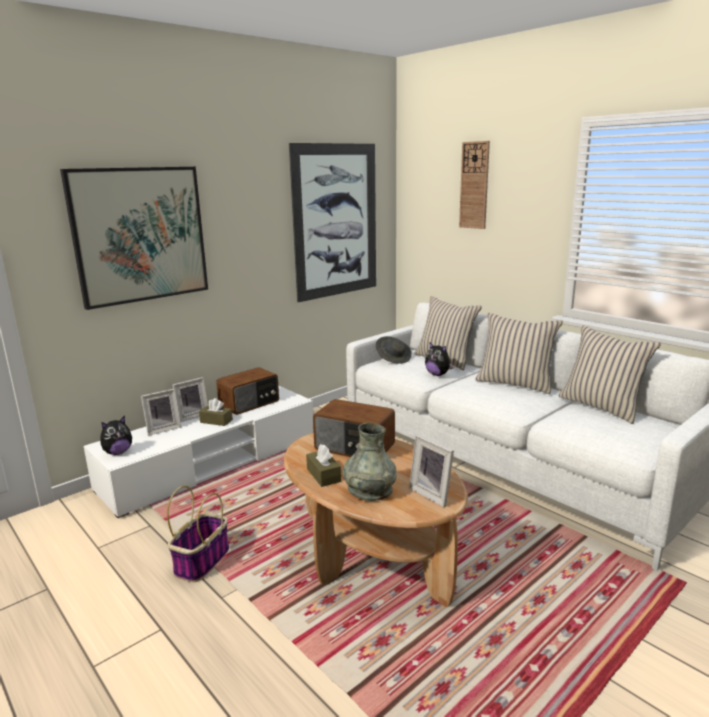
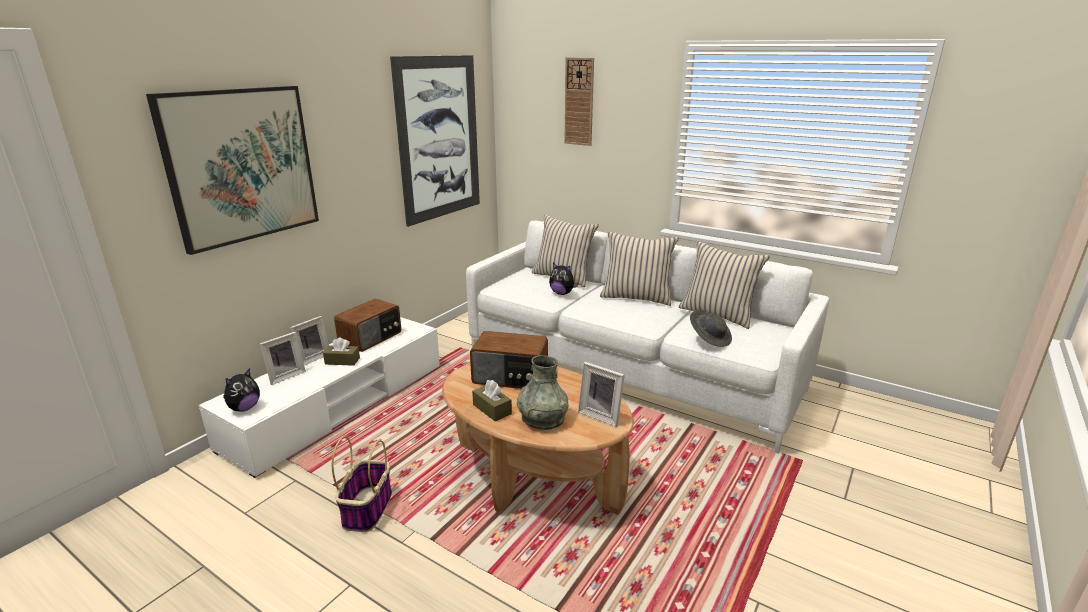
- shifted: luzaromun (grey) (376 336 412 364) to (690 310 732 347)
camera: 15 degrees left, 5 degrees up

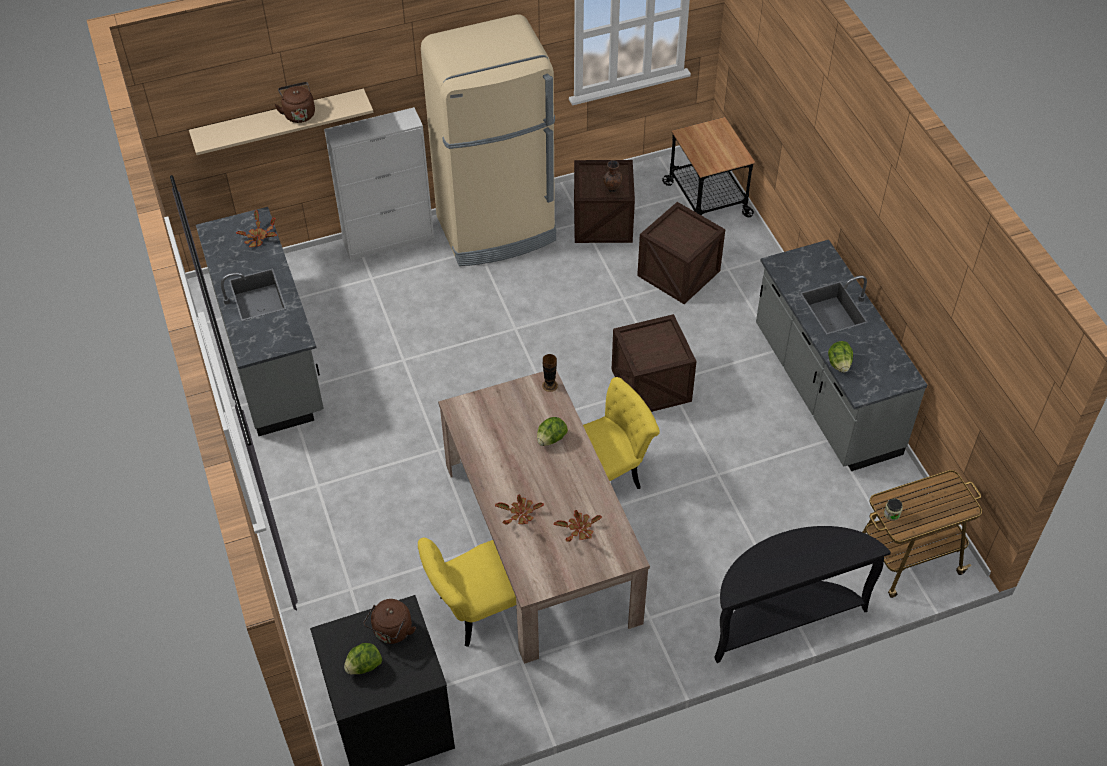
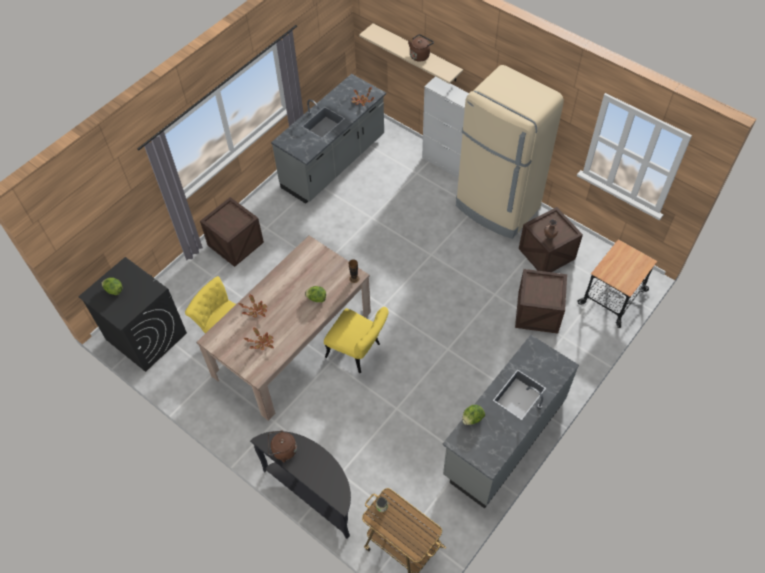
- shifted: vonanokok (612 314 697 412) to (200 197 264 267)
- shifted: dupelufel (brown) (363 599 416 644) to (268 431 297 462)
camera: 60 degrees right, 5 degrees up

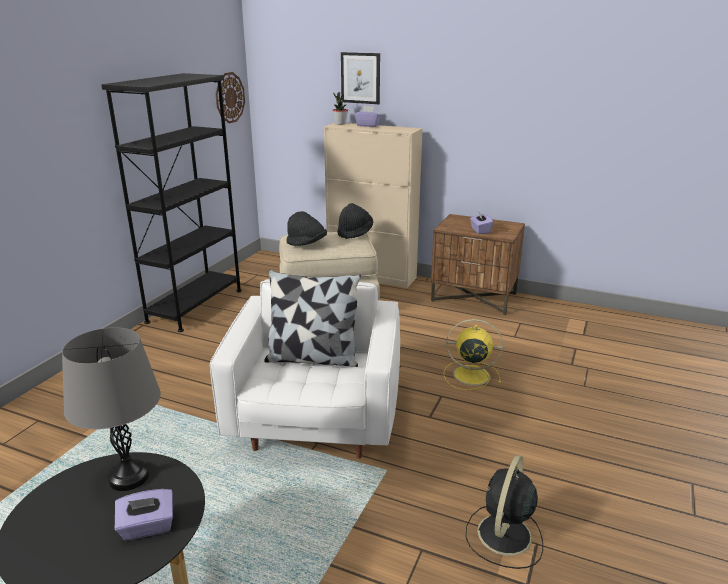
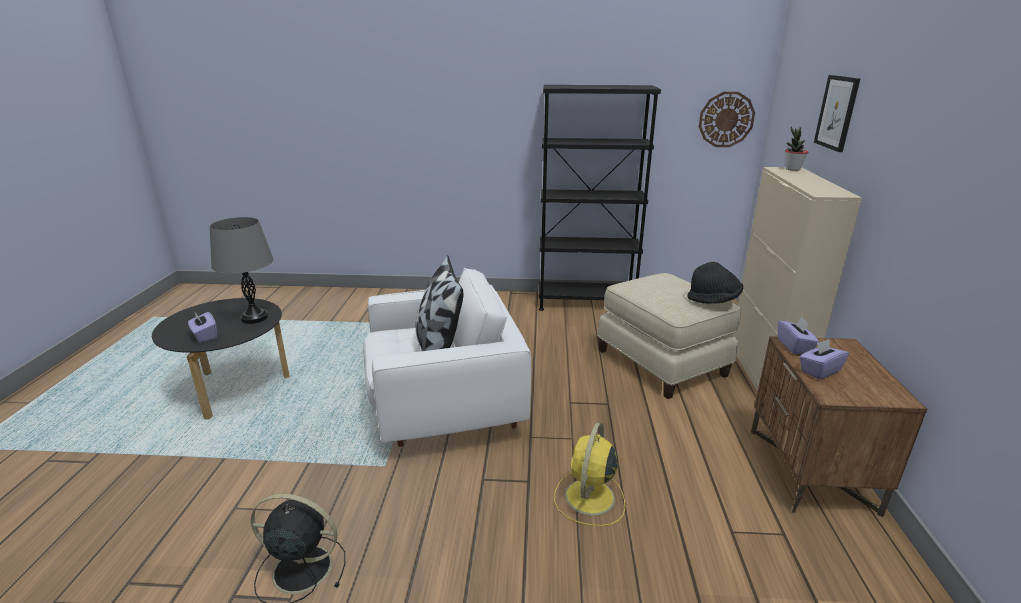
- rotated: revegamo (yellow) (444 319 503 390) = (554 422 625 526) 150 degrees counterclockwise
- shifted: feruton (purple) (354 106 381 127) to (778 316 819 354)
- gone: luzaromun (black) (286 211 327 246)
camera: 70 degrees right, 0 degrees up

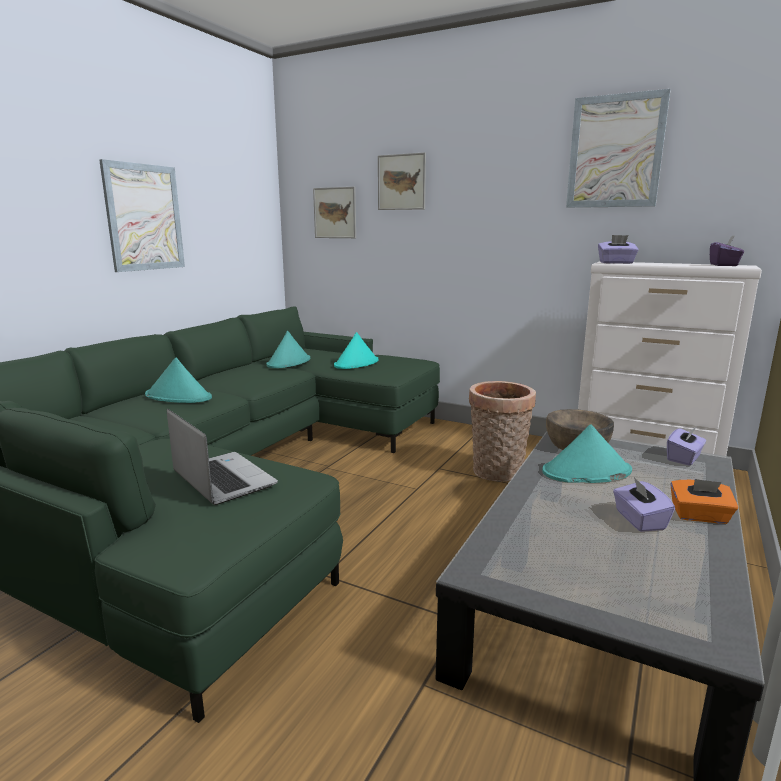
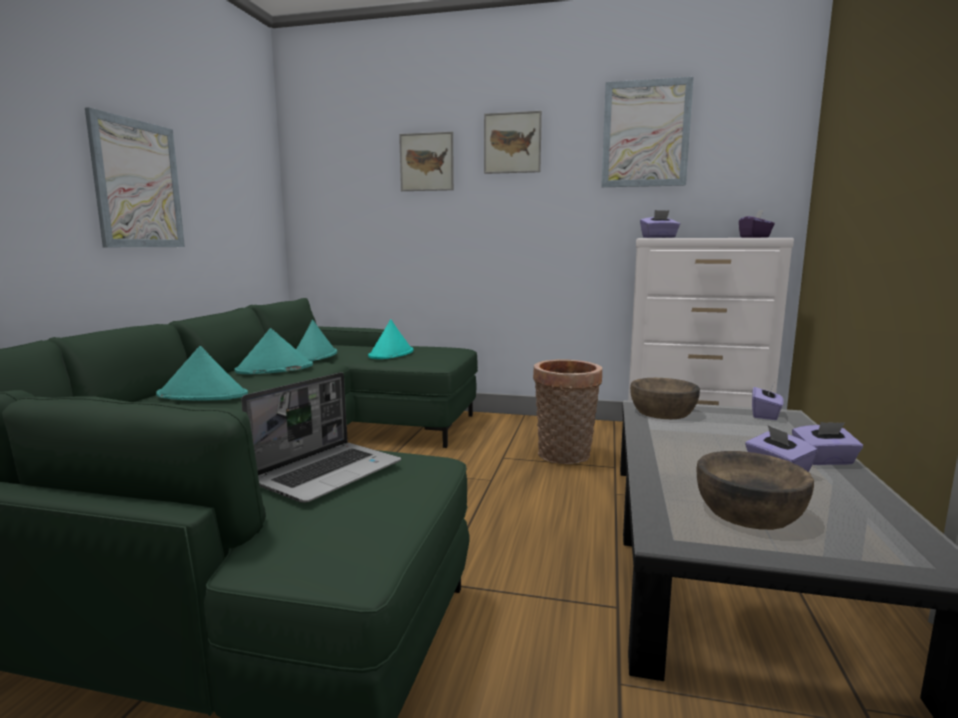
- shifted: luzaromun (turquoise) (542 424 632 483) to (235 328 313 374)
- rotated: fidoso (167 409 278 505) = (241 372 401 503) 90 degrees clockwise
- shifted: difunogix (313 187 356 238) to (484 111 542 174)
- new: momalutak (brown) (697 451 814 530)
- repainted: feruton (orange) (670 479 738 524) to feruton (purple) (792 422 863 465)
camera: 15 degrees left, 5 degrees down

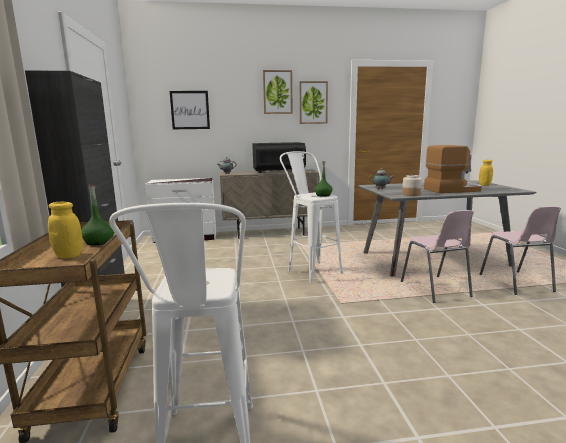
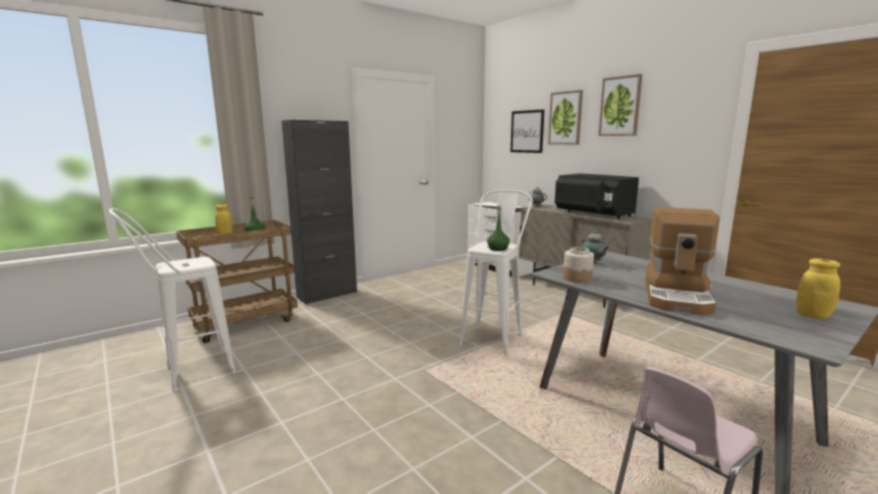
- shifted: difunogix (299 81 328 124) to (548 90 583 145)
- rotated: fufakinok (424 145 482 193) = (645 207 720 315) 60 degrees clockwise
- gone: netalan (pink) (401 210 474 303)
camera: 60 degrees right, 0 degrees up

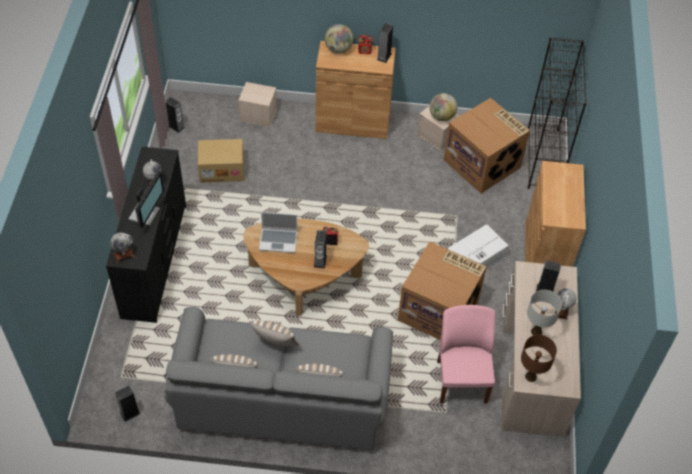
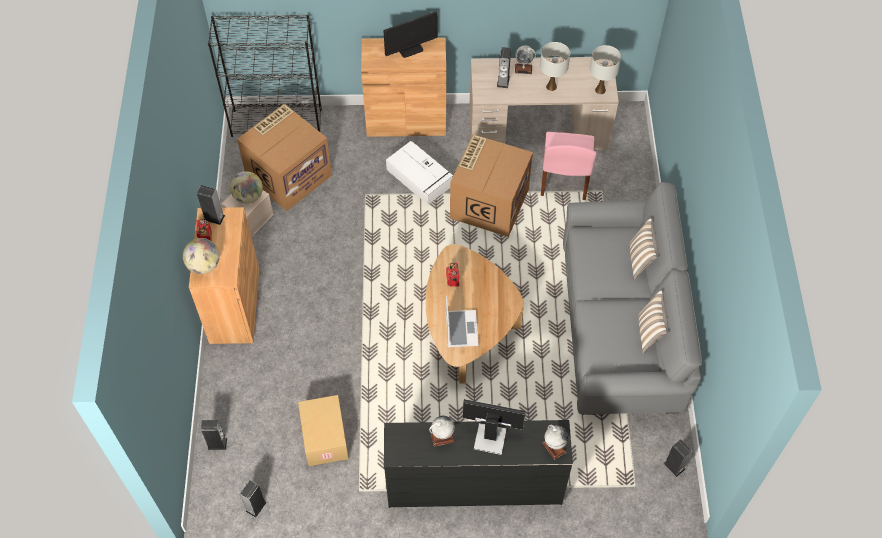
- shifted: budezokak (314 230 327 269) to (201 420 227 450)
- new: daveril (383 11 438 58)
- rotated: netalan (pink) (437 305 496 404) = (541 132 597 200) 75 degrees counterclockwise
- repainted: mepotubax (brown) (521 335 557 382) to mepotubax (white) (590 45 621 94)
- gone: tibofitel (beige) (238 82 277 127)
- gone: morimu (249 321 299 346)
camera: 95 degrees left, 5 degrees up

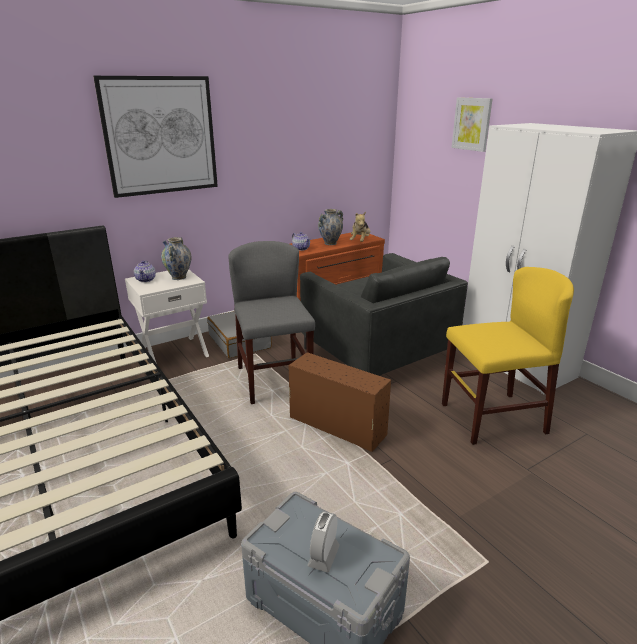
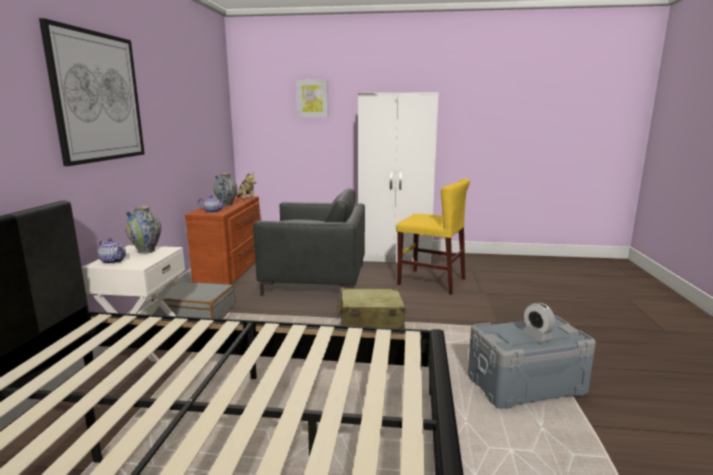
- swapped: tibofitel (brown) (289 352 391 452) to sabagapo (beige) (336 288 406 329)
- rotated: netalan (yellow) (442 267 574 445) = (396 179 470 295) 90 degrees clockwise
- gone: netalan (grey) (228 241 315 404)
camera: 50 degrees left, 10 degrees down

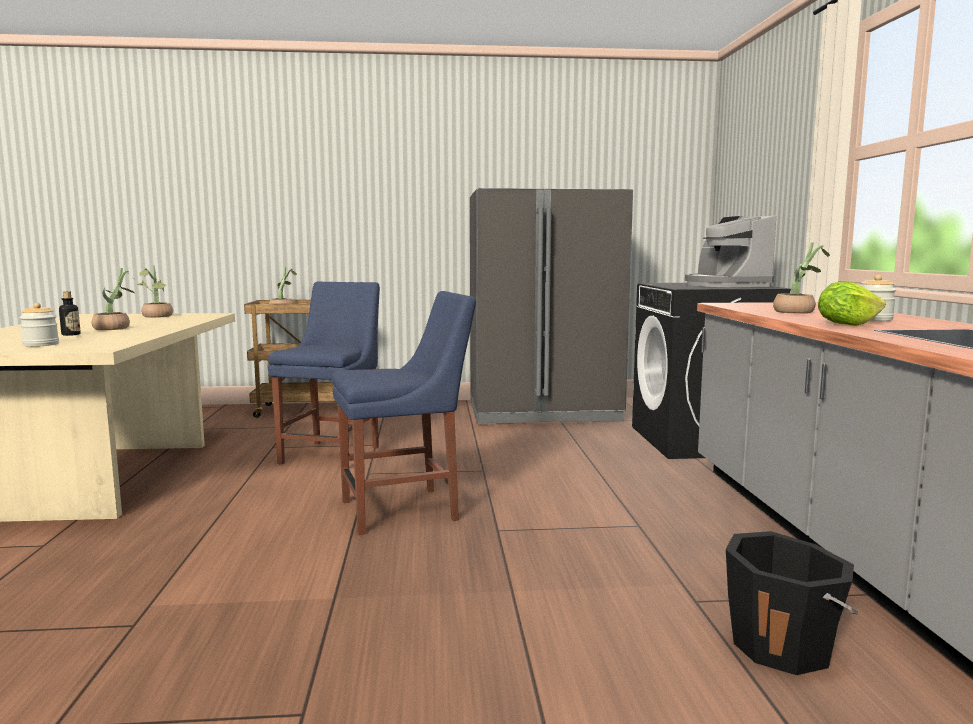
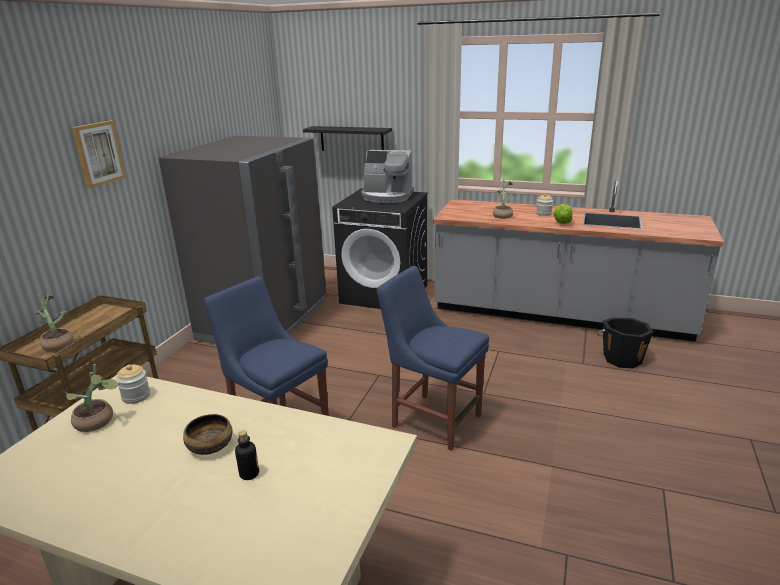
- new: difunogix (72 121 126 188)
- shifted: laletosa (20 303 59 347) to (116 365 150 404)
- swapped: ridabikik (91 268 135 330) to momalutak (183 414 232 455)
- new: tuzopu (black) (303 126 392 151)
- rotated: netalan (blue) (331 291 476 535) = (377 266 489 451) 60 degrees counterclockwise
camera: 65 degrees left, 15 degrees up

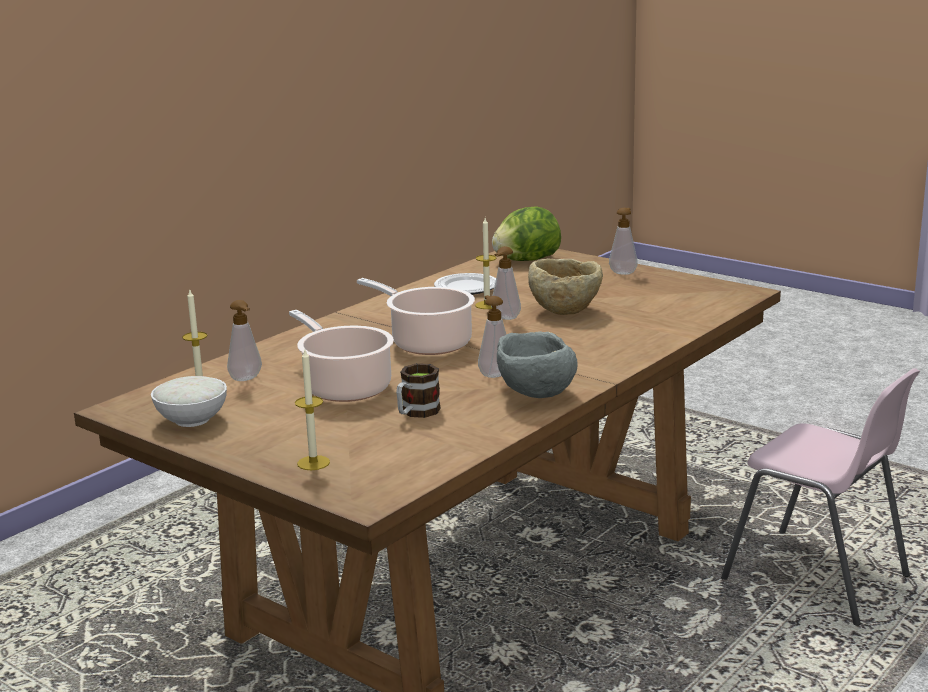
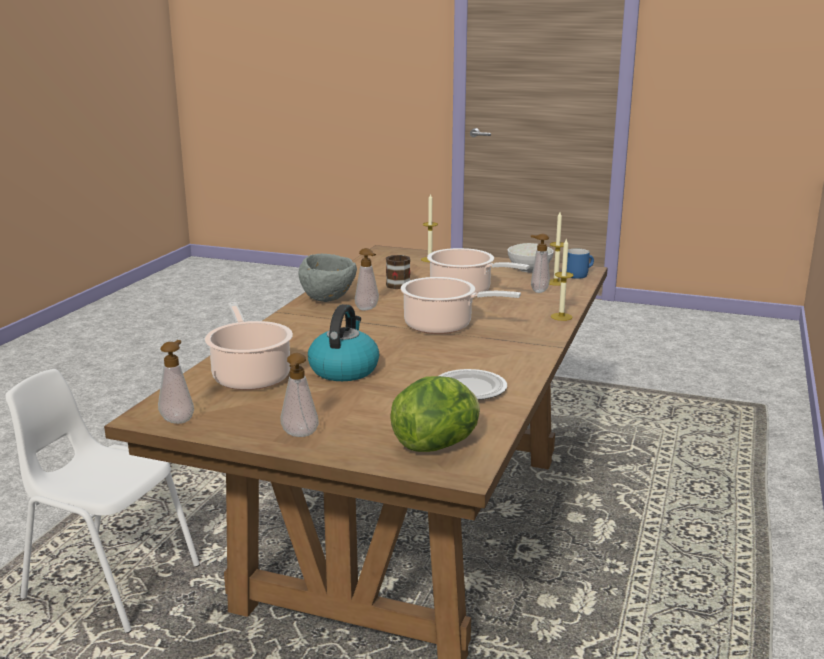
- repainted: netalan (pink) (721 368 920 626) to netalan (white) (5 369 200 633)
- shifted: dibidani (491 246 521 320) to (158 340 194 424)
- new: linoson (205 302 293 390)
- swapped: momalutak (beige) (528 258 603 315) to dupelufel (308 304 379 381)
- shifted: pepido (475 218 496 309) to (551 238 574 321)
- new: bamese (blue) (567 248 594 279)
camera: 160 degrees right, 0 degrees up

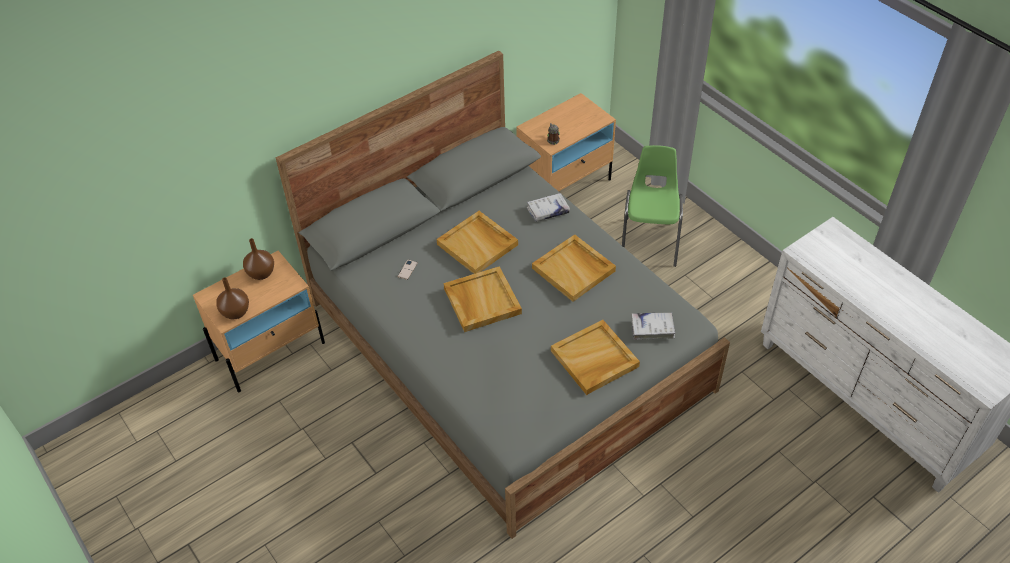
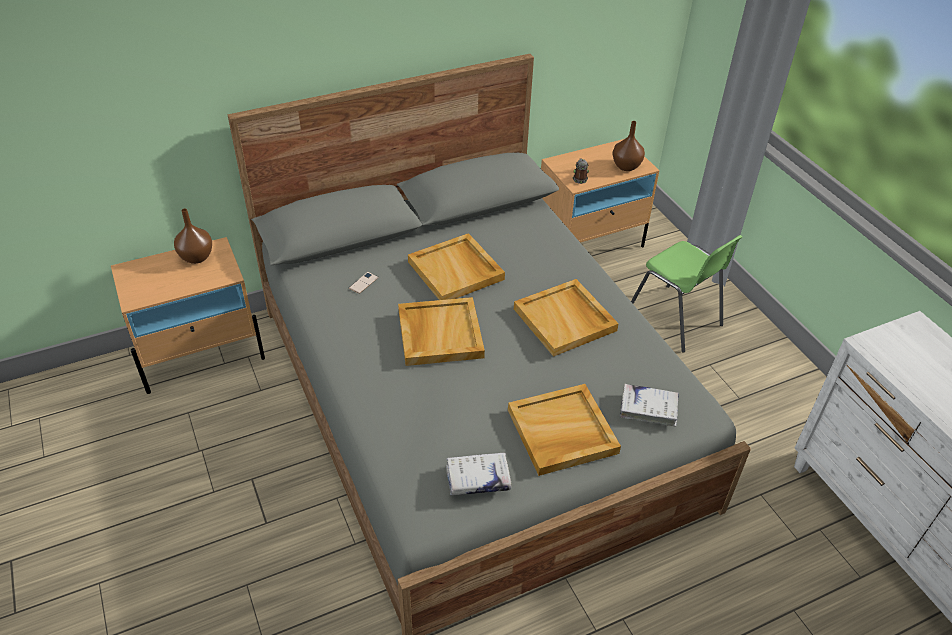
- shifted: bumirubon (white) (526 193 570 222) to (446 453 512 495)
- shifted: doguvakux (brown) (216 277 249 319) to (613 121 645 171)
- rotated: netalan (green) (622 145 683 267) = (631 235 742 353) 120 degrees clockwise
camera: 10 degrees right, 5 degrees down

